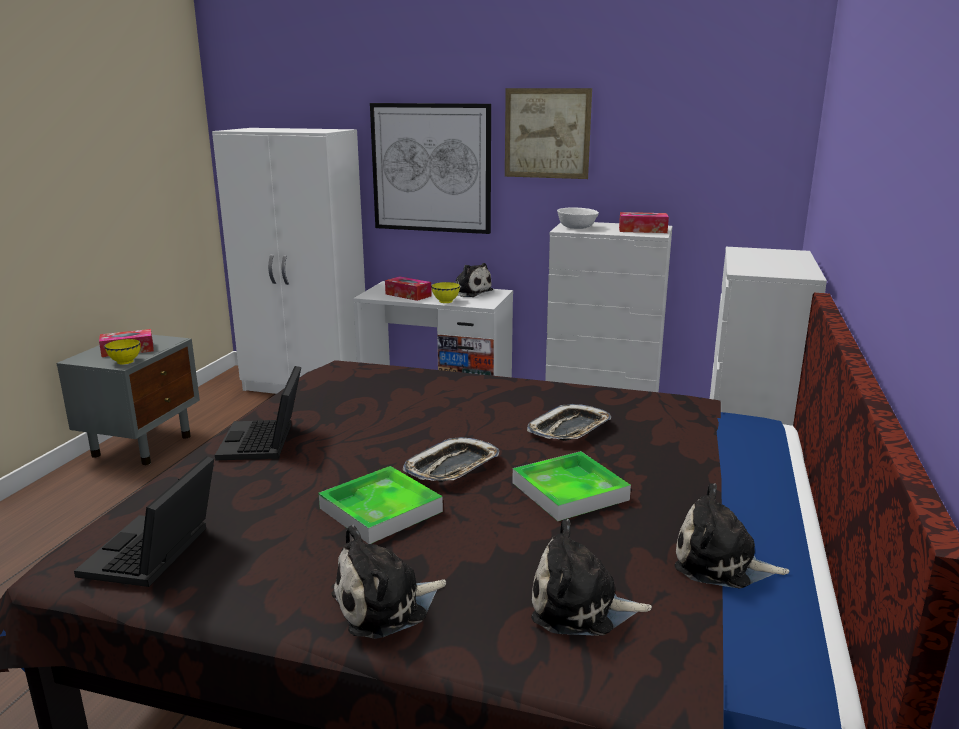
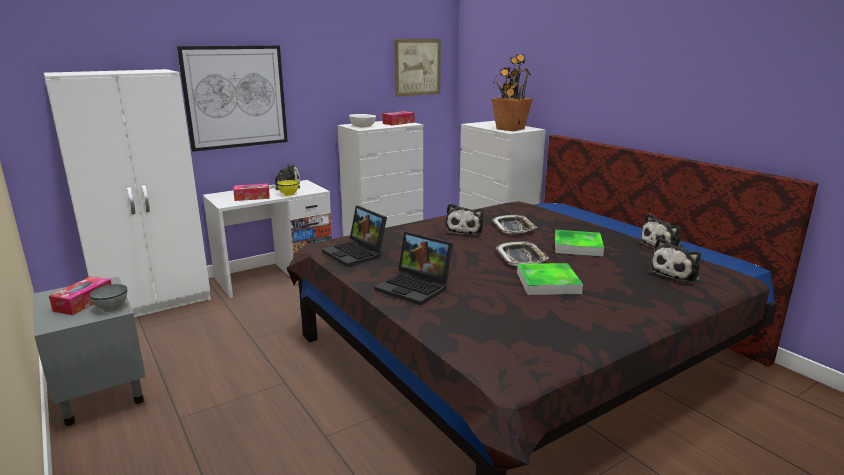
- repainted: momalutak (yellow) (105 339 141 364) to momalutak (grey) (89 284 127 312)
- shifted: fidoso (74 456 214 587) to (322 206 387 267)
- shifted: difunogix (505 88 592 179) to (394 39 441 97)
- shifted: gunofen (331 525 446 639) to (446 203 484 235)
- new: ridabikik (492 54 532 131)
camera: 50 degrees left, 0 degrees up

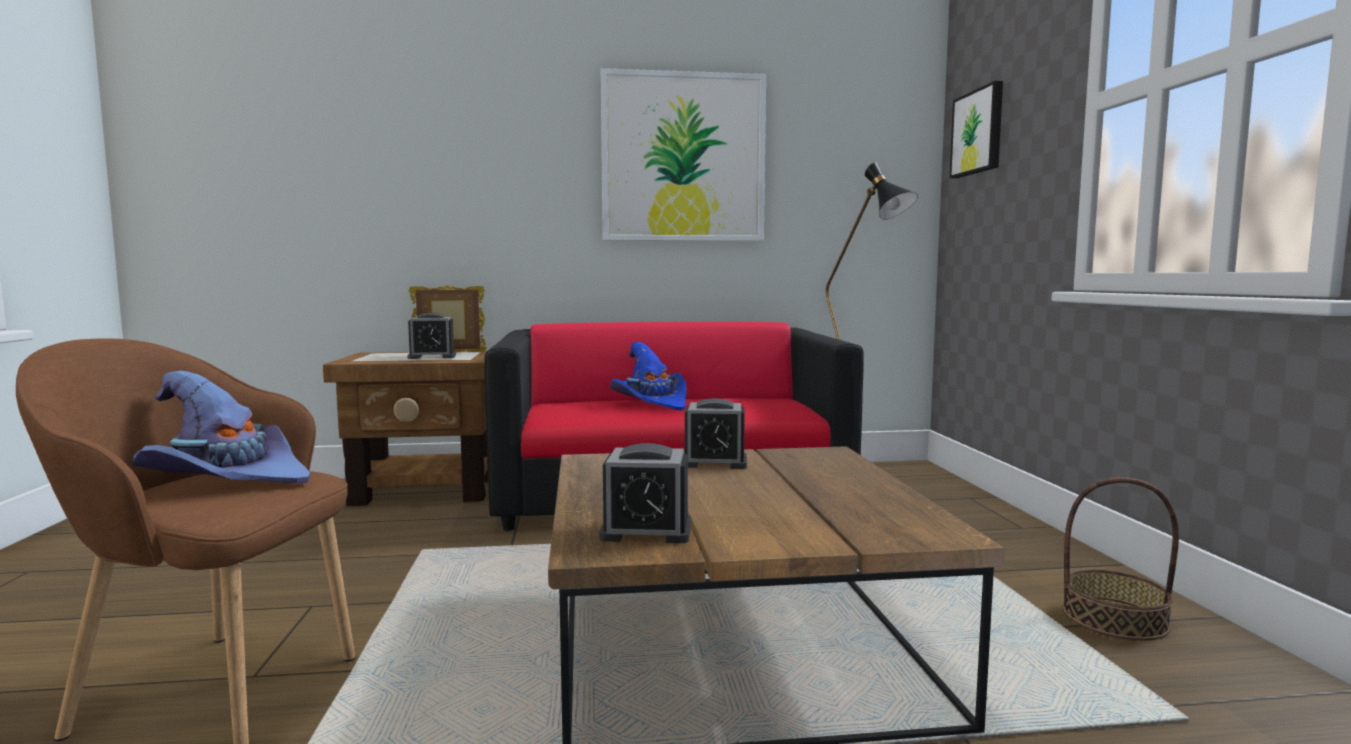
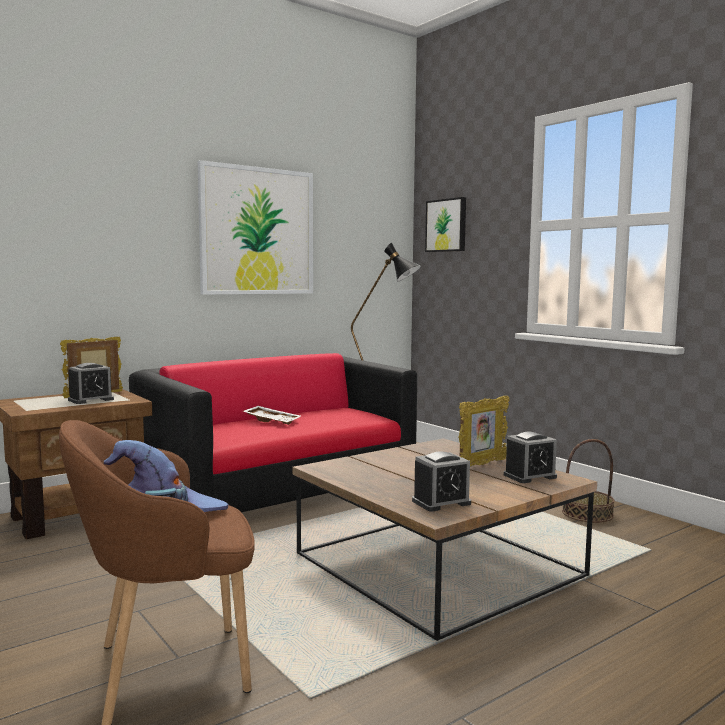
- swapped: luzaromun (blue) (610 342 687 411) to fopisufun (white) (243 406 300 425)
- new: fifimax (458 396 510 467)
- shifted: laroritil (684 398 747 469) to (504 432 557 483)
camera: 30 degrees left, 0 degrees up

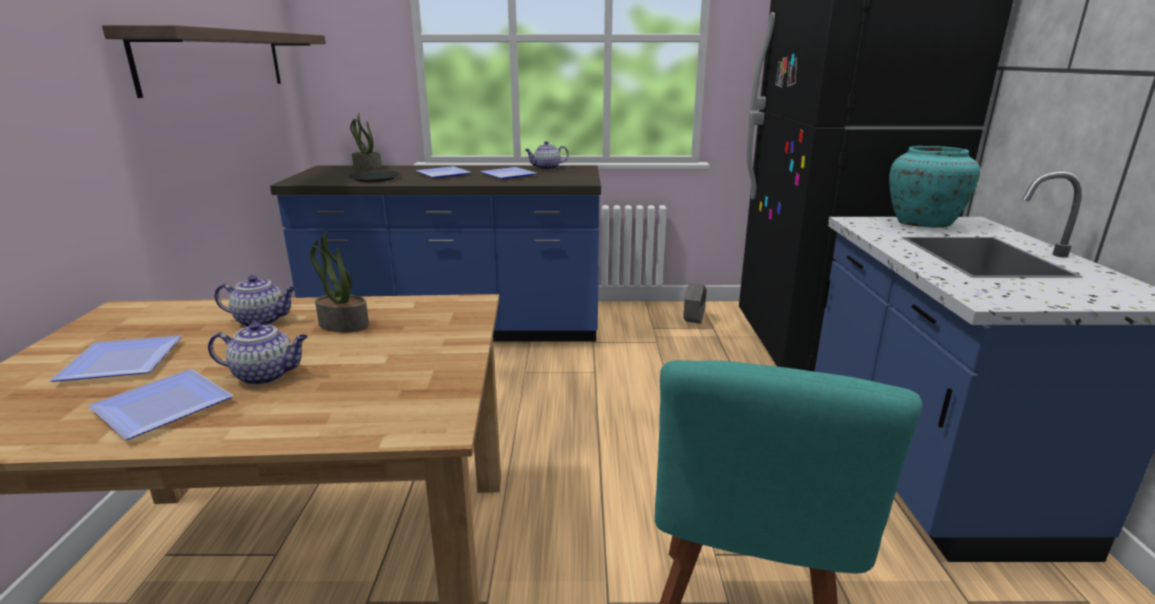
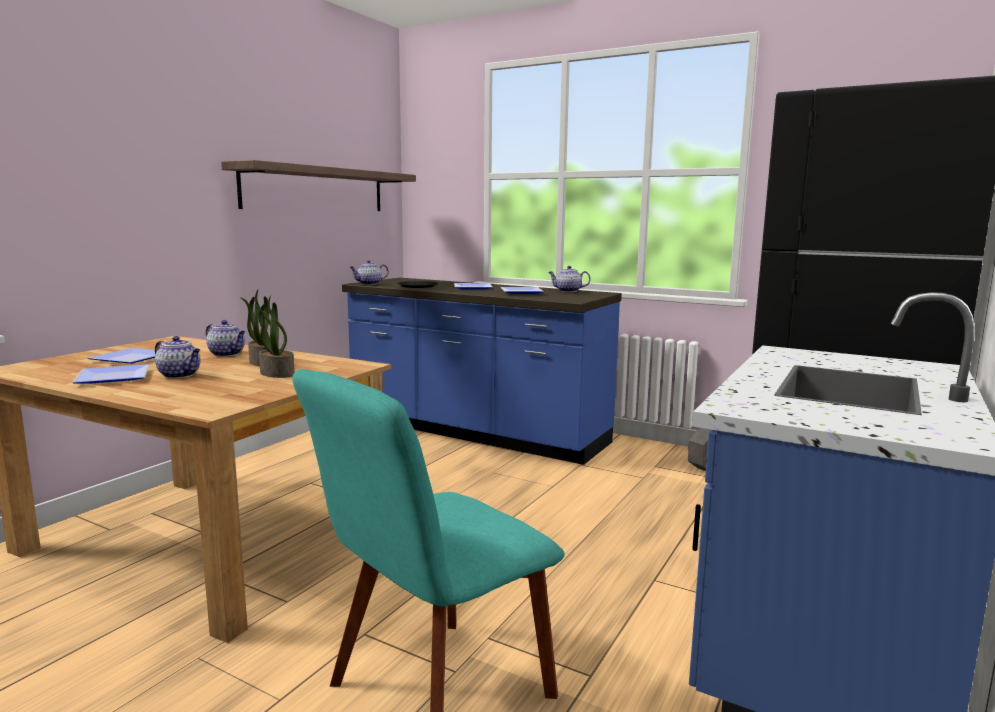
- shifted: ridabikik (350 113 382 169) to (255 295 295 378)
- new: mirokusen (350 260 389 285)
- gone: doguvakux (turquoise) (889 146 980 227)
camera: 30 degrees right, 10 degrees down

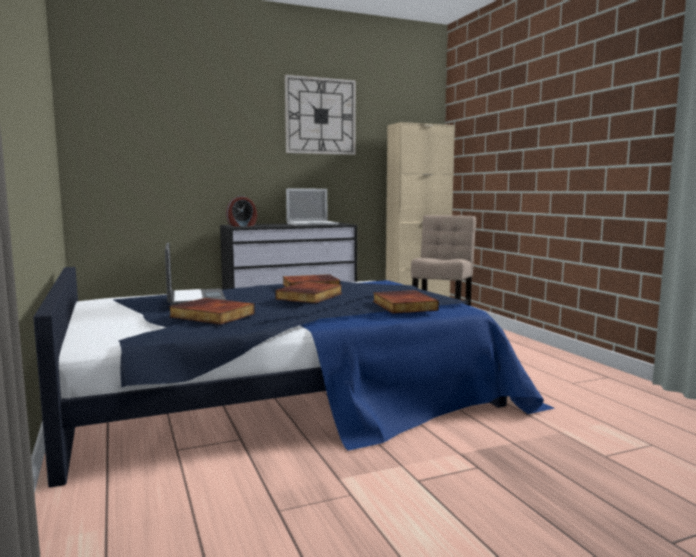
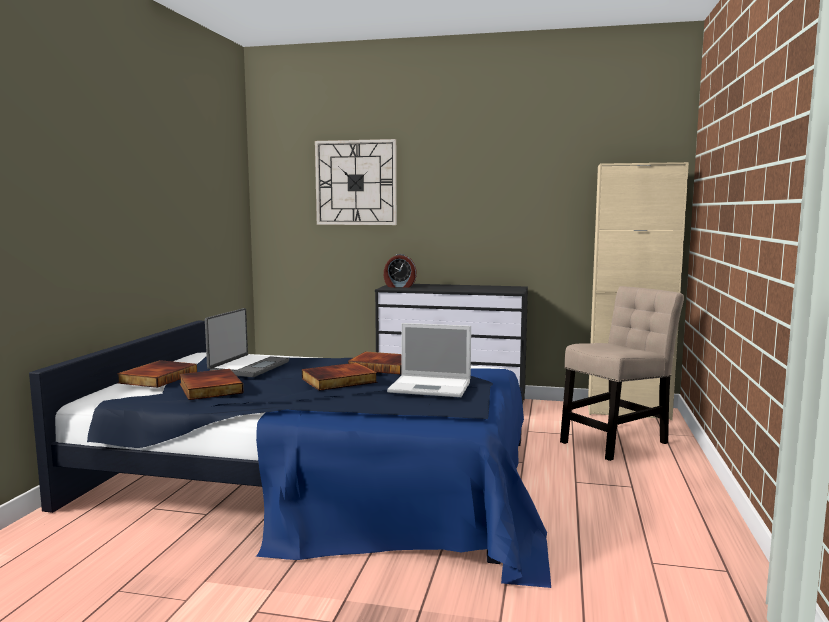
- shifted: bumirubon (373 290 439 314) to (117 360 197 388)
- shifted: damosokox (285 75 356 155) to (315 139 397 225)
- shifted: fidoso (286 189 339 226) to (387 323 471 397)
camera: 35 degrees right, 0 degrees up

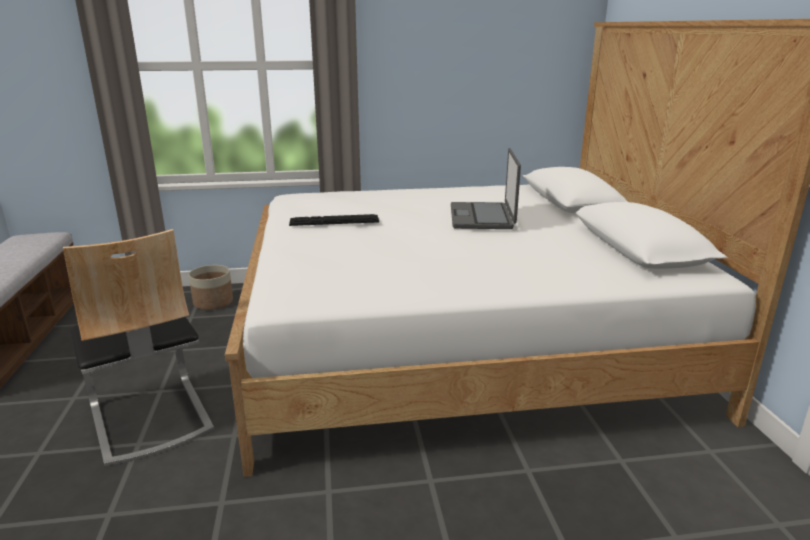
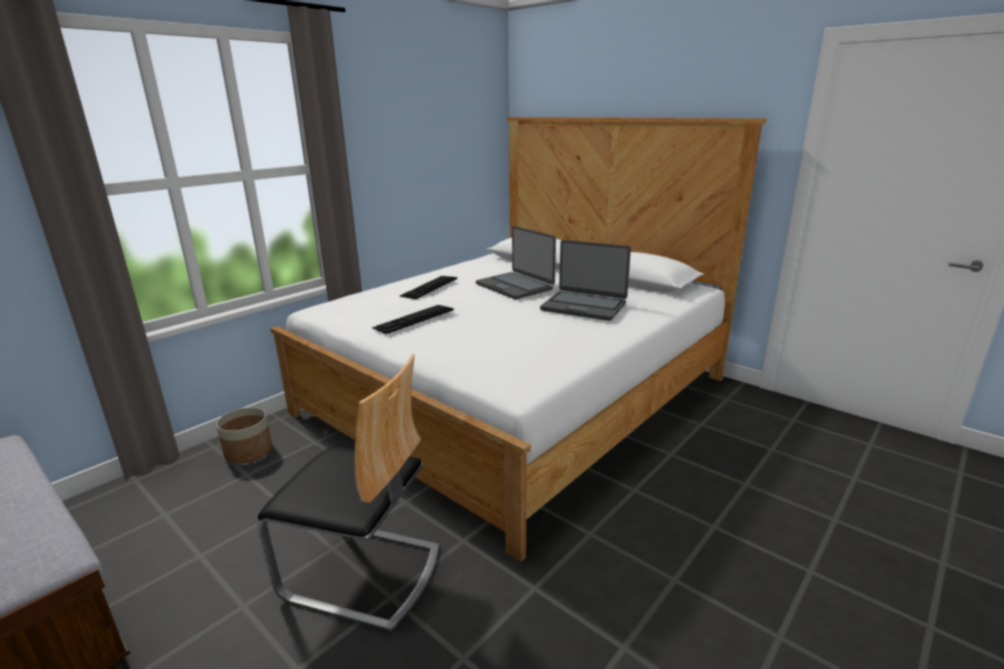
- new: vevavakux (399 276 457 299)
- new: fidoso (540 240 631 321)
camera: 40 degrees left, 0 degrees up

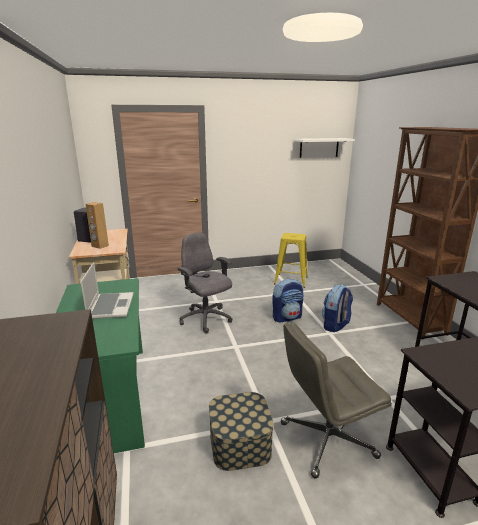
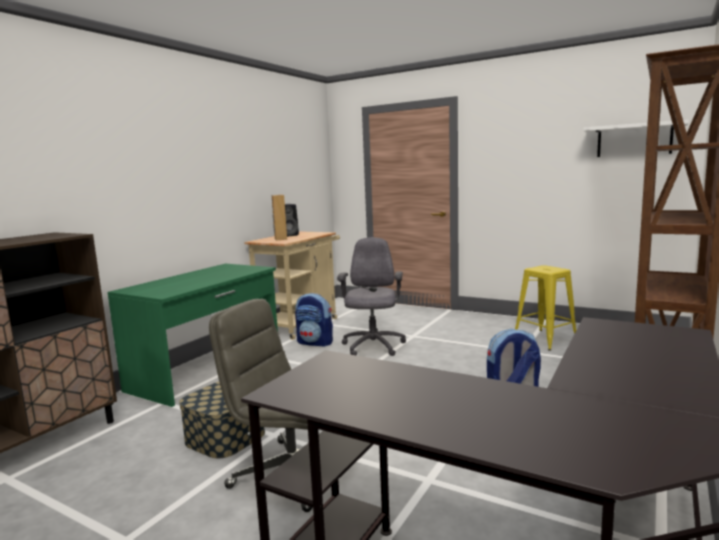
- shifted: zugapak (272 279 303 323) to (295 293 333 346)
- gone: fidoso (80 262 134 319)
camera: 45 degrees right, 10 degrees down

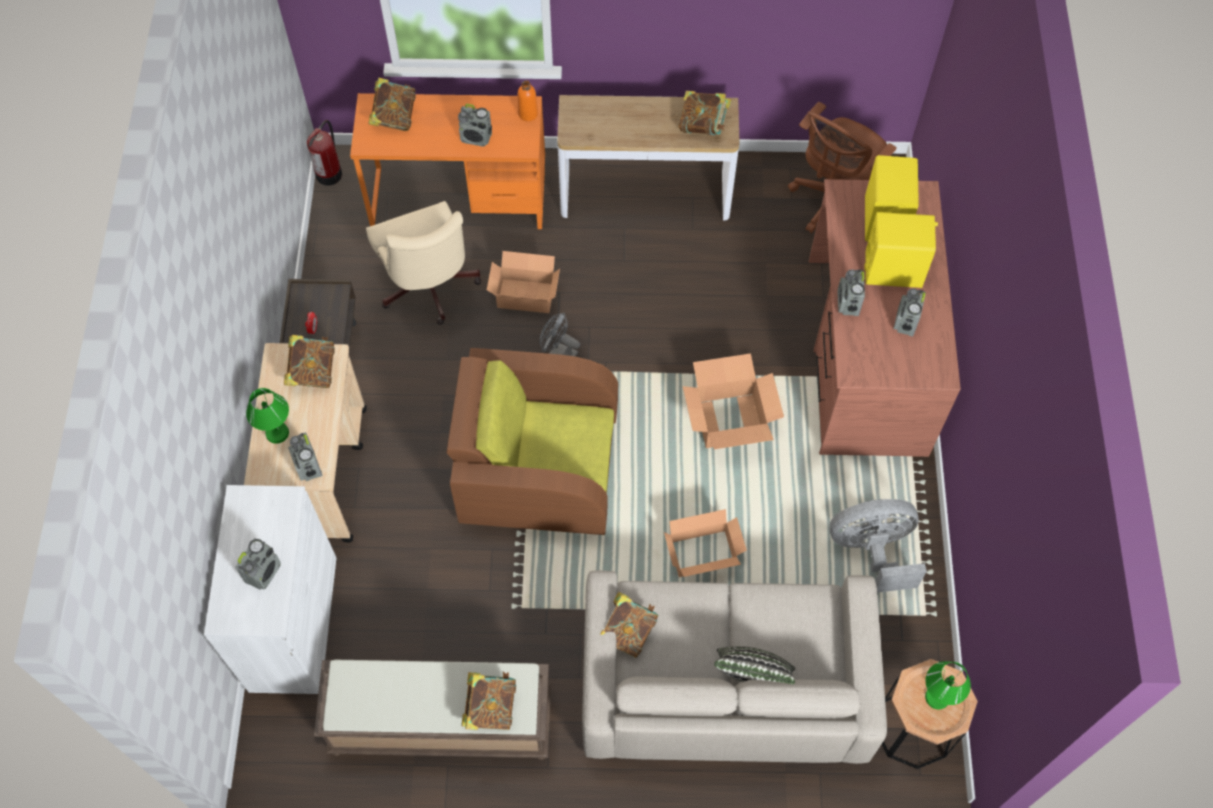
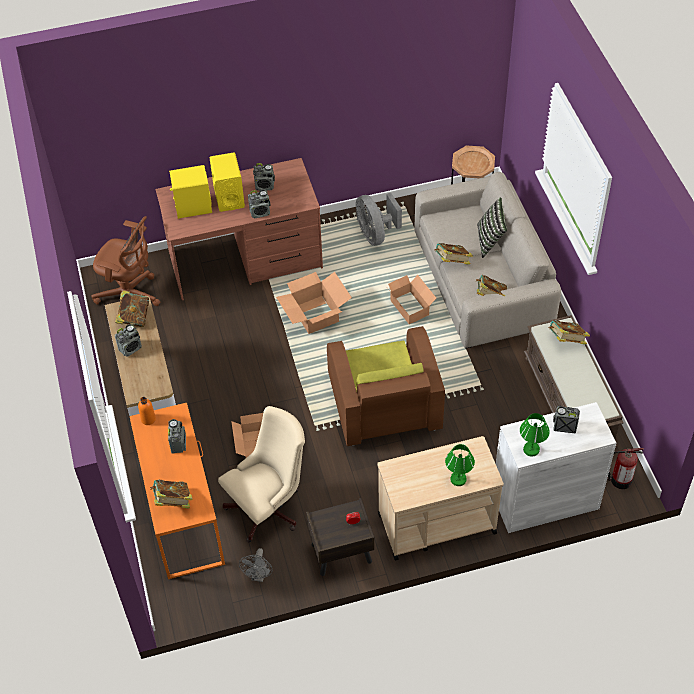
- shifted: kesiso (288 433 322 481) to (115 324 142 357)
- shifted: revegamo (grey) (539 313 580 357) to (239 548 272 582)
- shifted: bumirubon (284 335 335 388) to (434 243 473 265)
- shifted: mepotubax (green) (925 661 971 710) to (520 413 550 457)
- shifted: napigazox (307 120 342 186) to (607 448 644 489)
camera: 105 degrees left, 10 degrees down

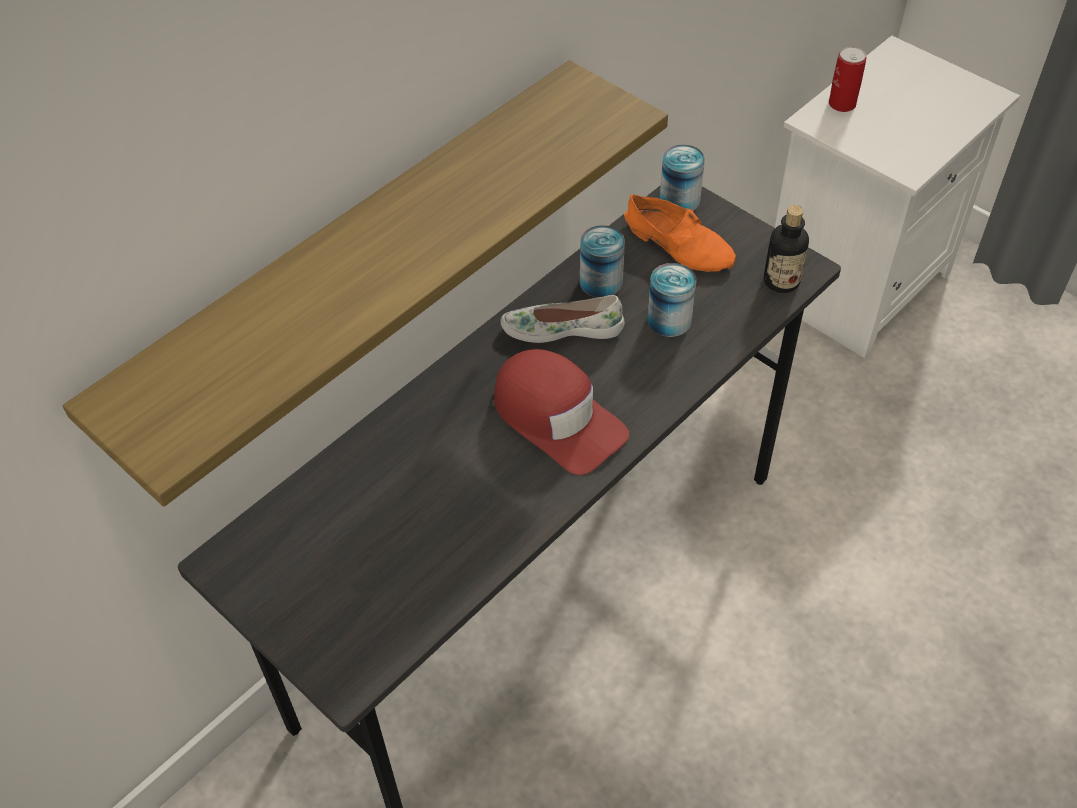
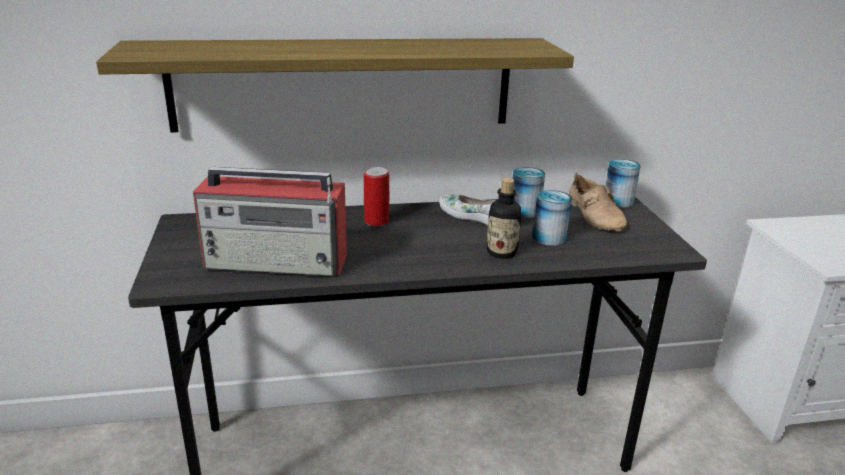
- new: kesiso (193 167 347 276)
- shifted: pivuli (829 47 867 112) to (364 167 389 226)
- shifted: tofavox (764 205 809 293) to (486 178 521 259)
- repainted: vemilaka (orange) (624 194 736 272) to vemilaka (beige) (569 173 627 231)
- gone: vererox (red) (494 349 629 475)
camera: 35 degrees right, 25 degrees down

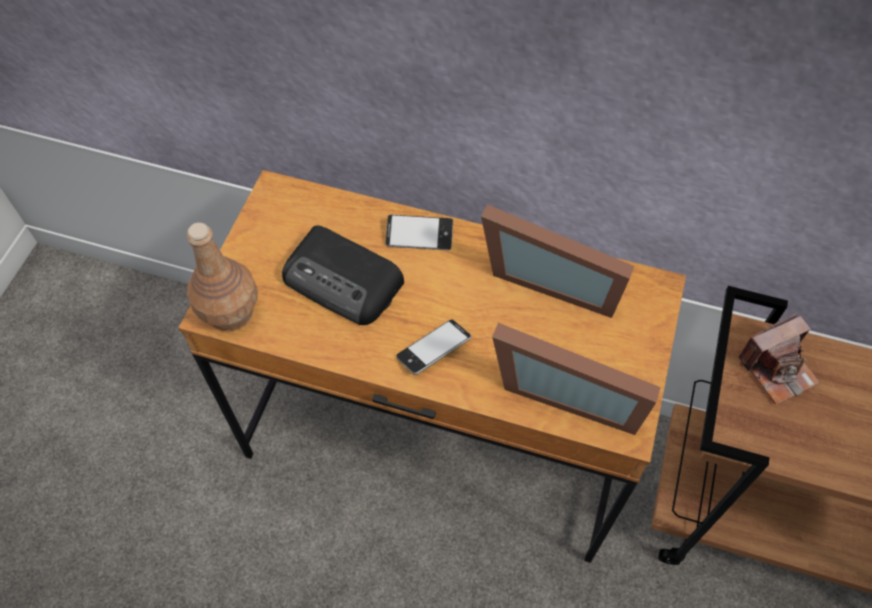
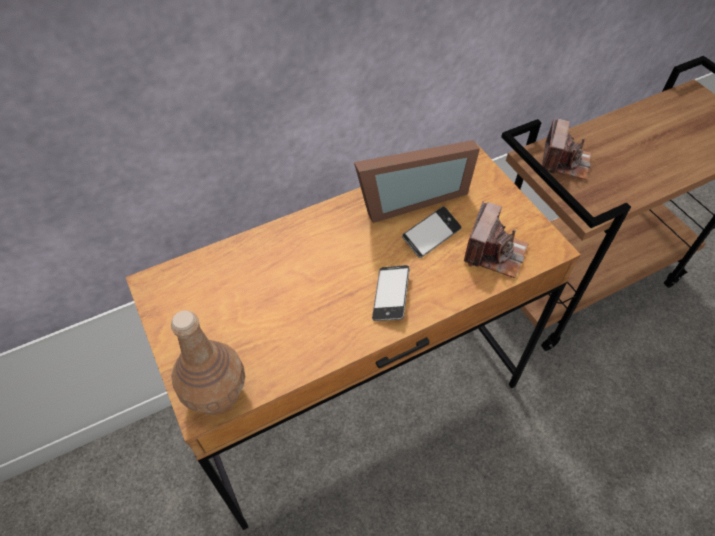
- shifted: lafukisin (385 215 453 250) to (402 206 461 258)
- swapped: fifimax (492 323 661 435) to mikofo (464 201 529 278)
- gone: kesiso (282 226 404 325)
camera: 45 degrees left, 5 degrees down

